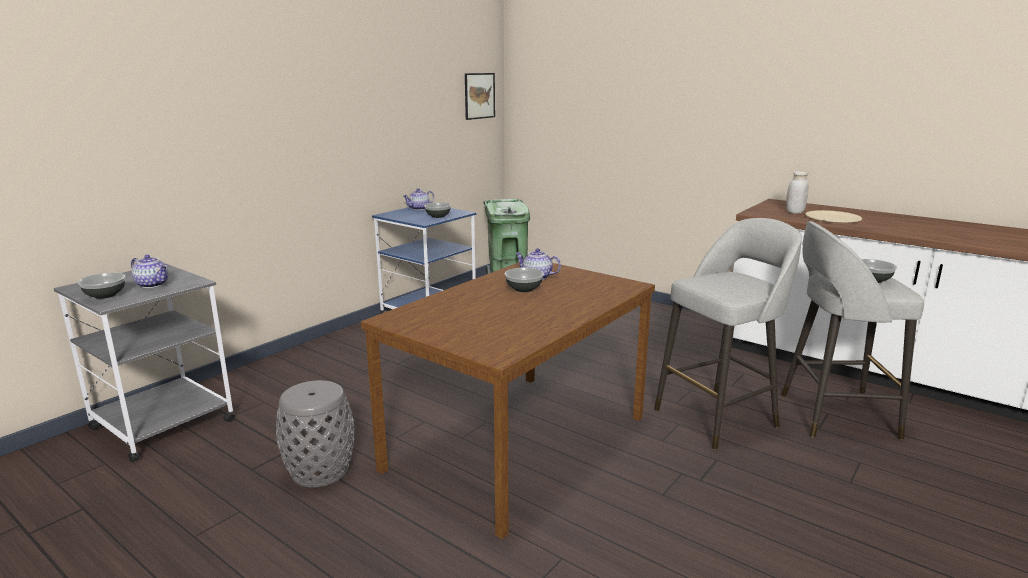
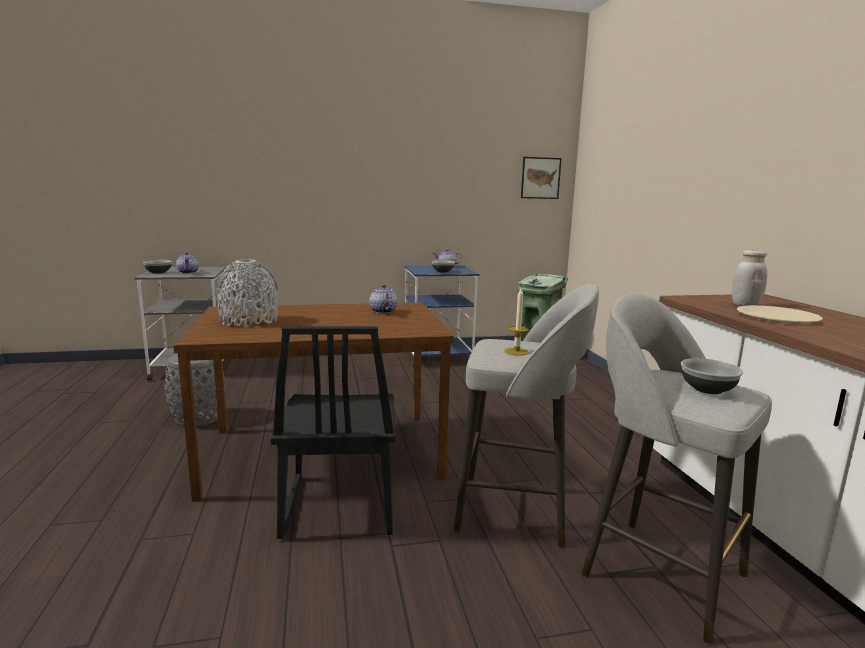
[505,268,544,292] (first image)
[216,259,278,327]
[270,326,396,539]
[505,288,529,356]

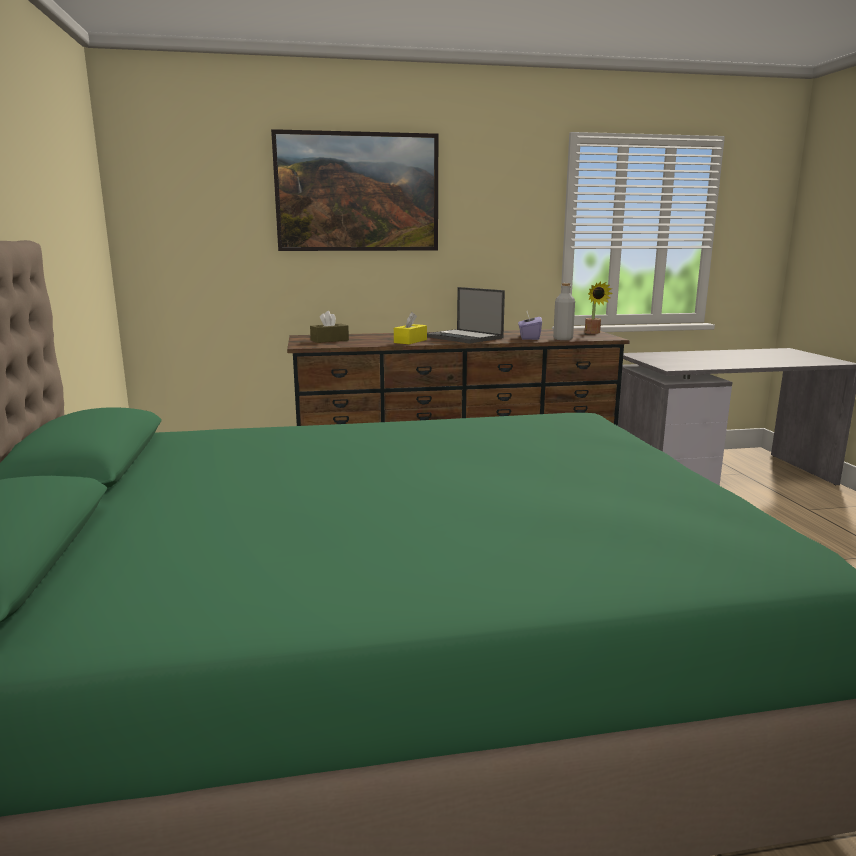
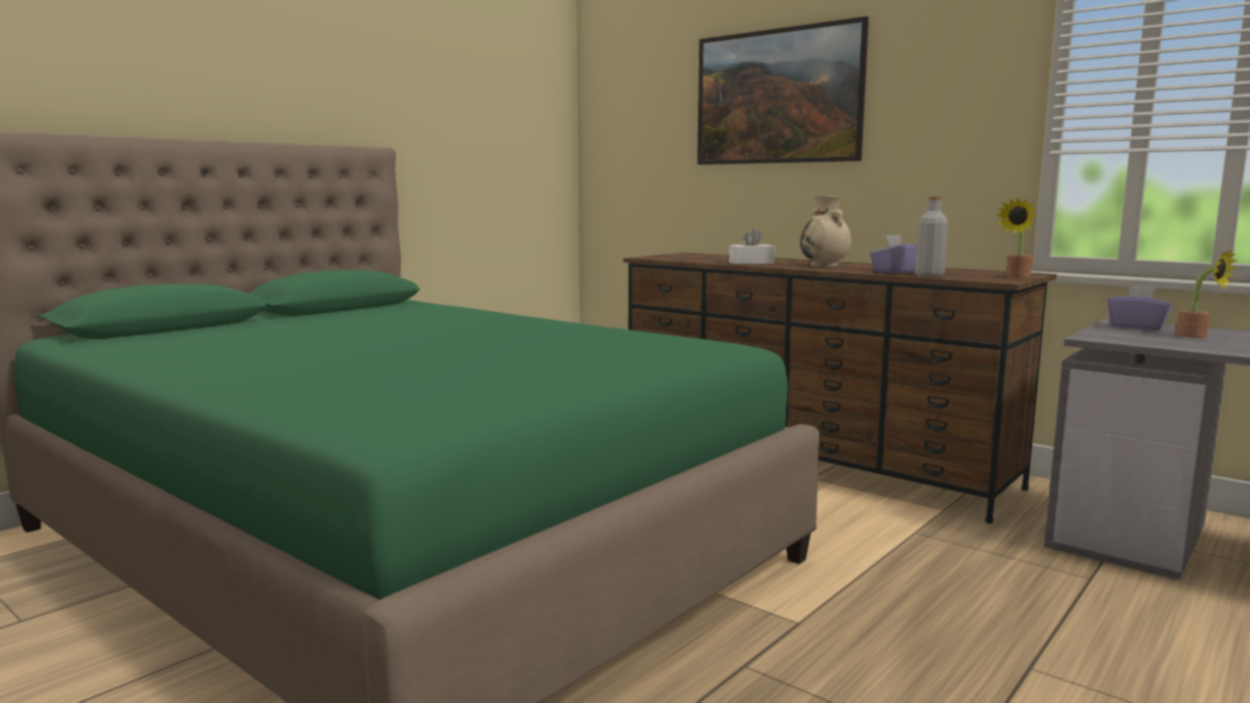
[310,311,349,343] (first image)
[1107,285,1172,330]
[1176,249,1237,338]
[800,196,851,267]
[729,228,775,264]

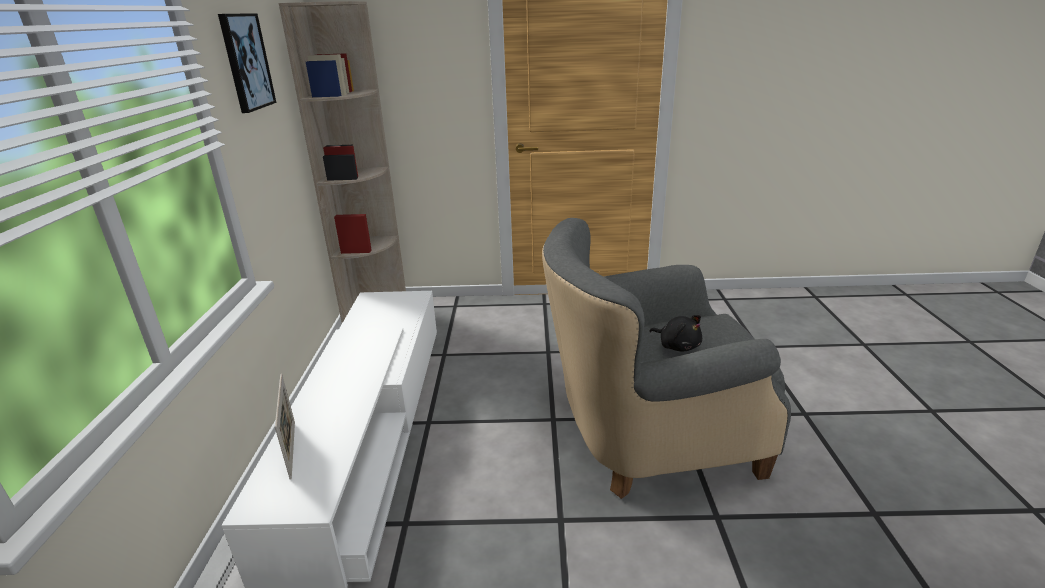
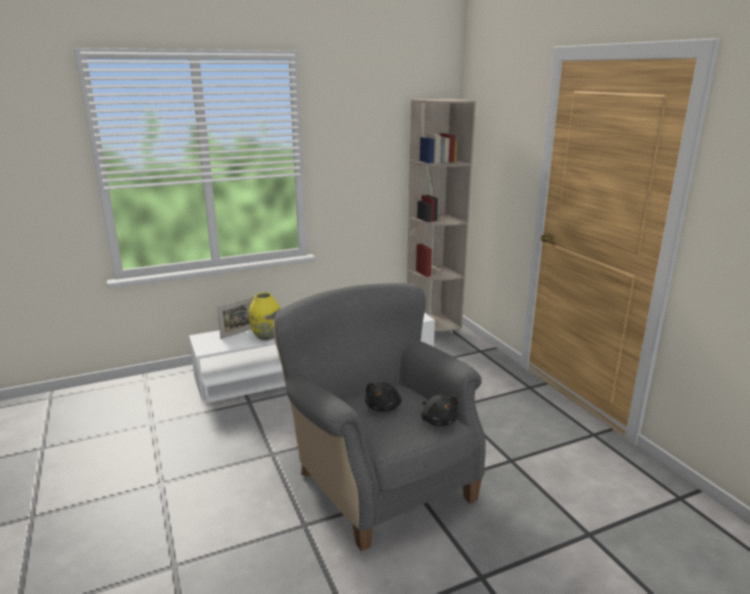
[218,13,276,113] (first image)
[249,292,280,340]
[421,395,459,426]

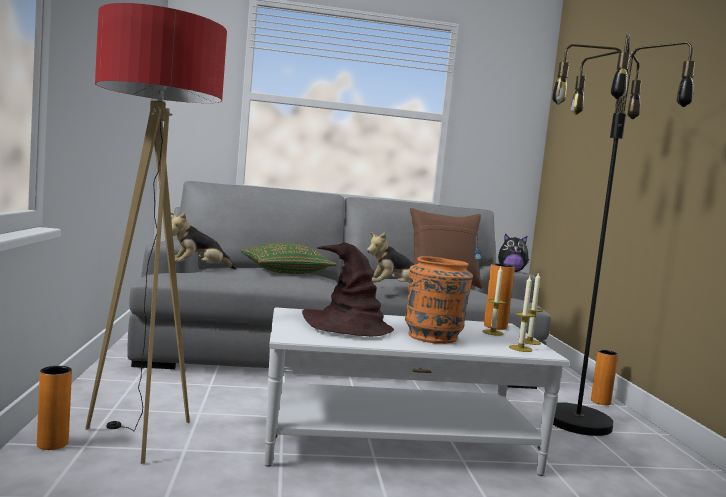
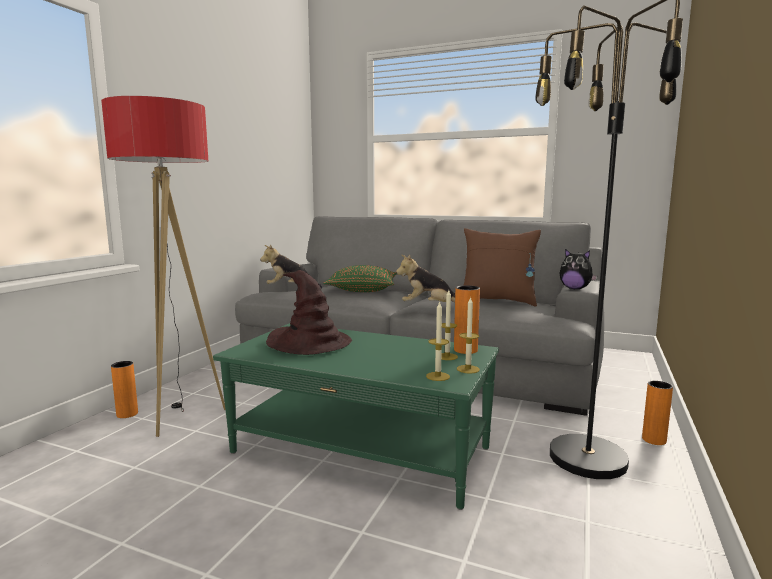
[405,256,473,344] (first image)
[213,323,499,510]

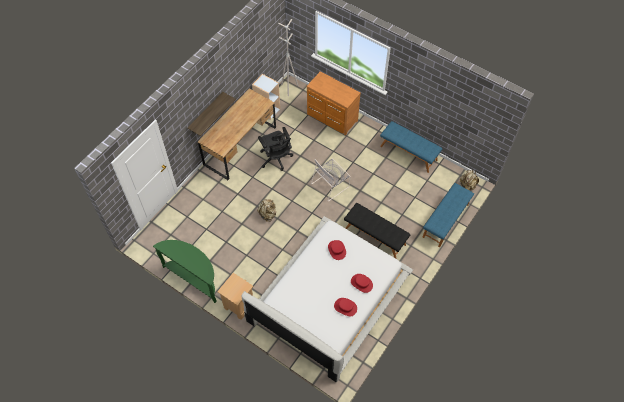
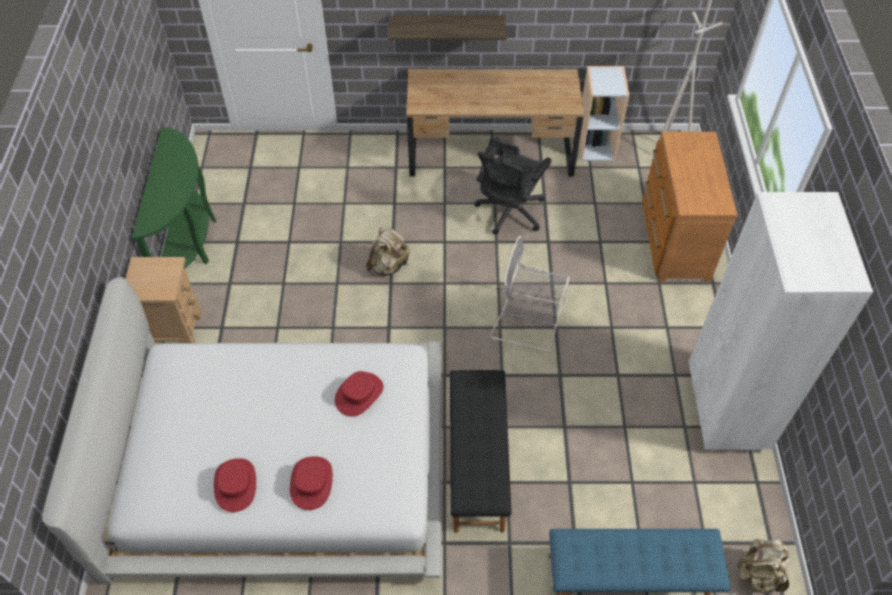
[689,192,873,451]

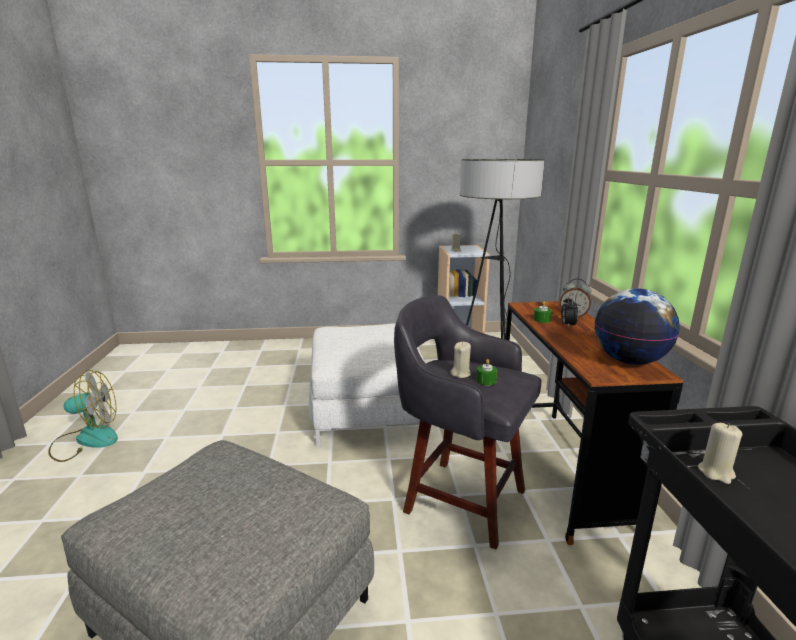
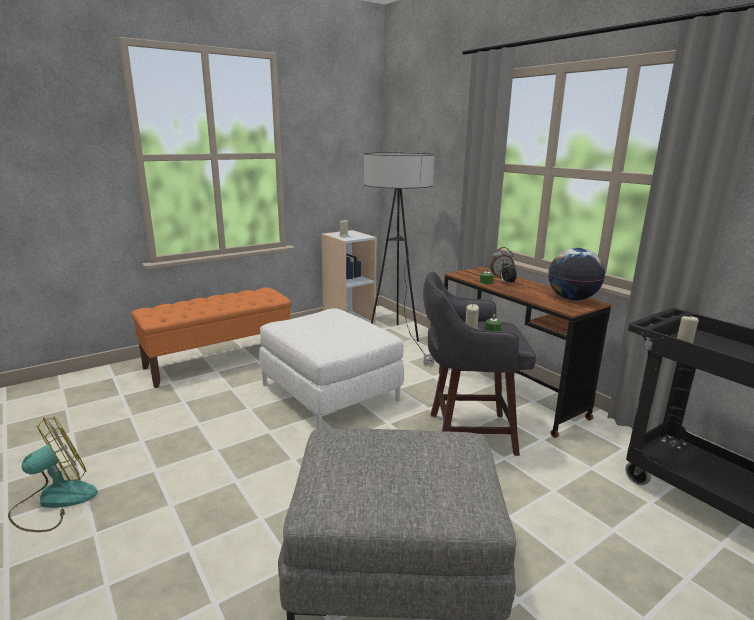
[131,288,291,388]

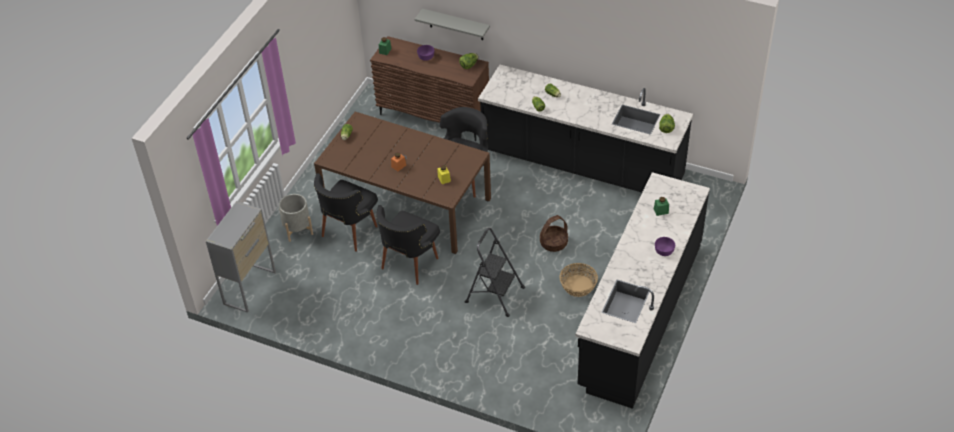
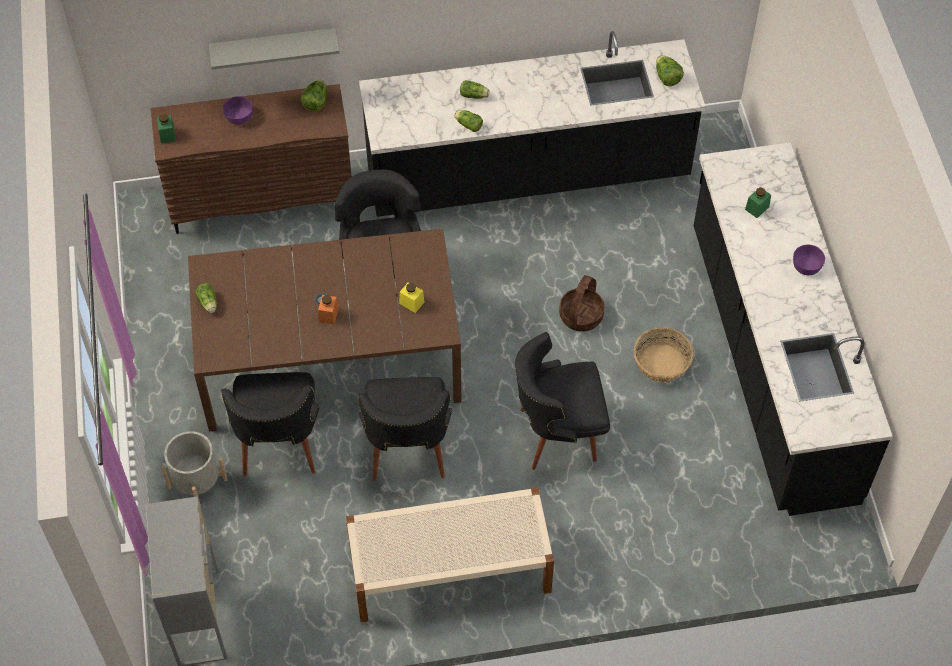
[346,487,554,622]
[515,332,610,470]

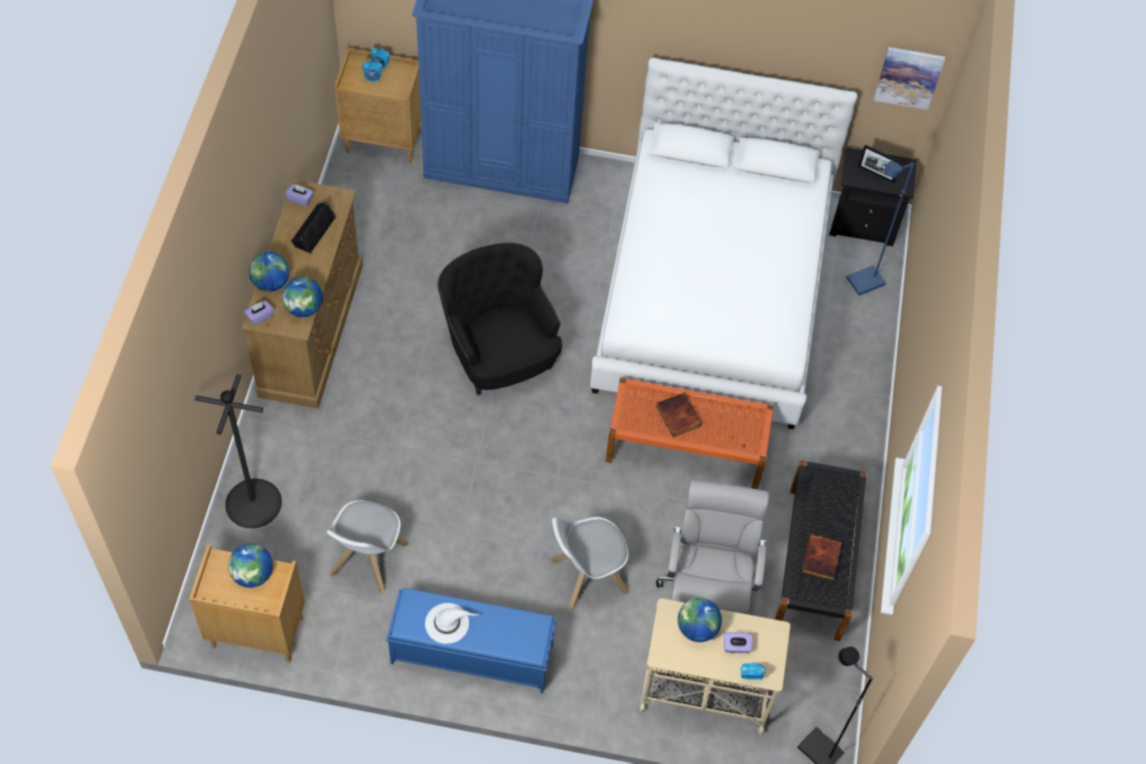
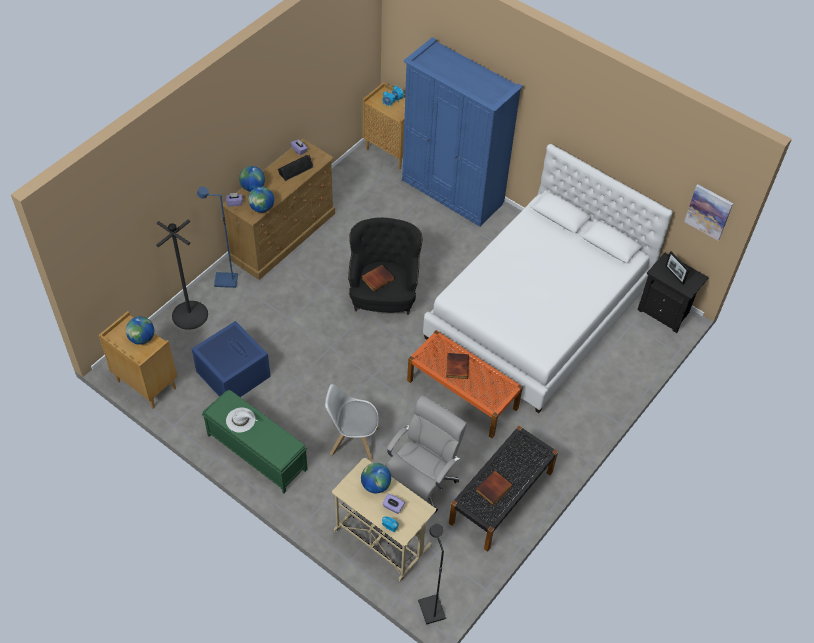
[362,265,394,292]
[197,187,238,288]
[192,321,271,397]
[202,390,308,494]

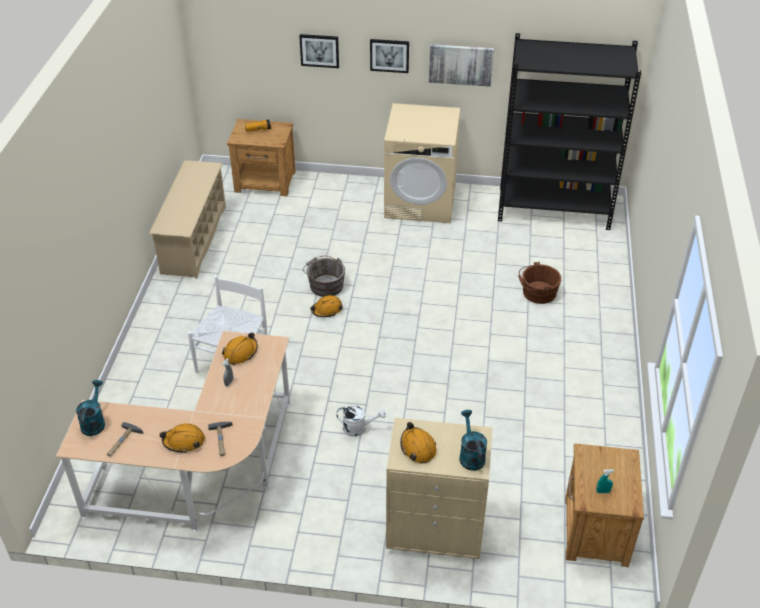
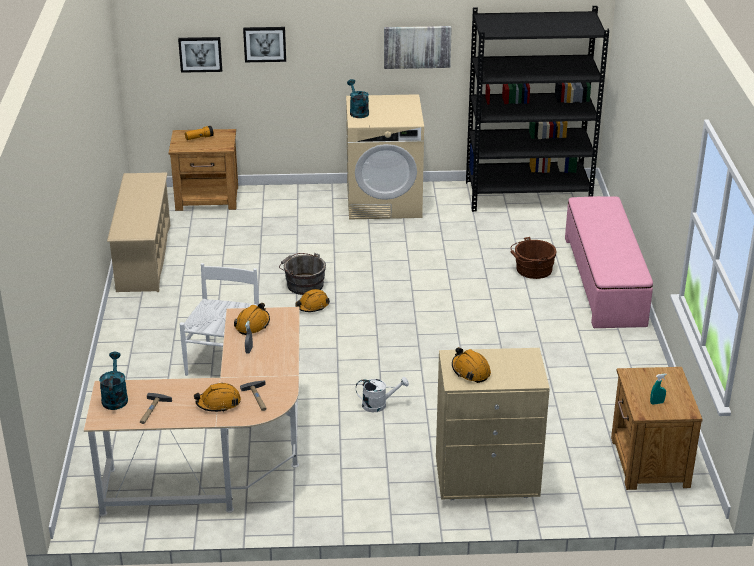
[565,196,653,328]
[178,37,222,73]
[347,79,369,118]

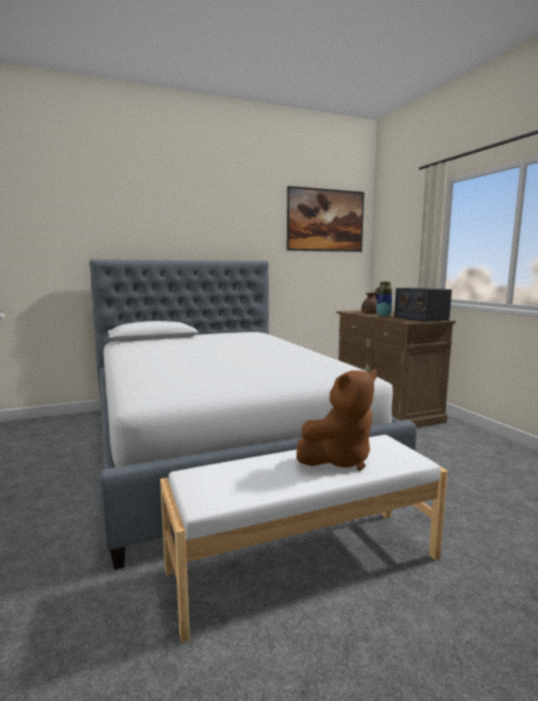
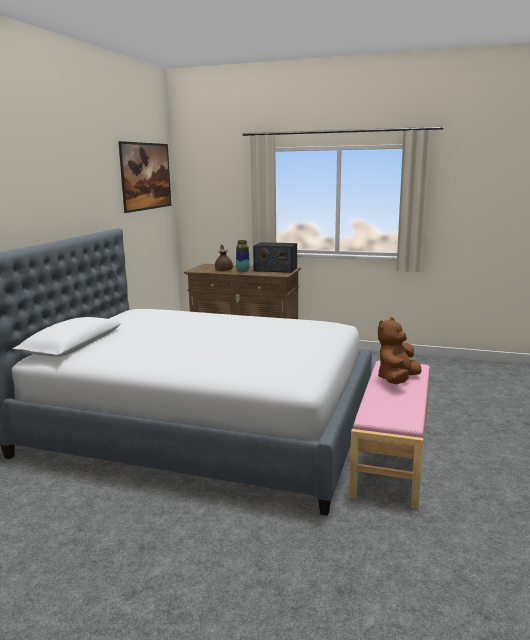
[349,360,430,509]
[378,317,422,384]

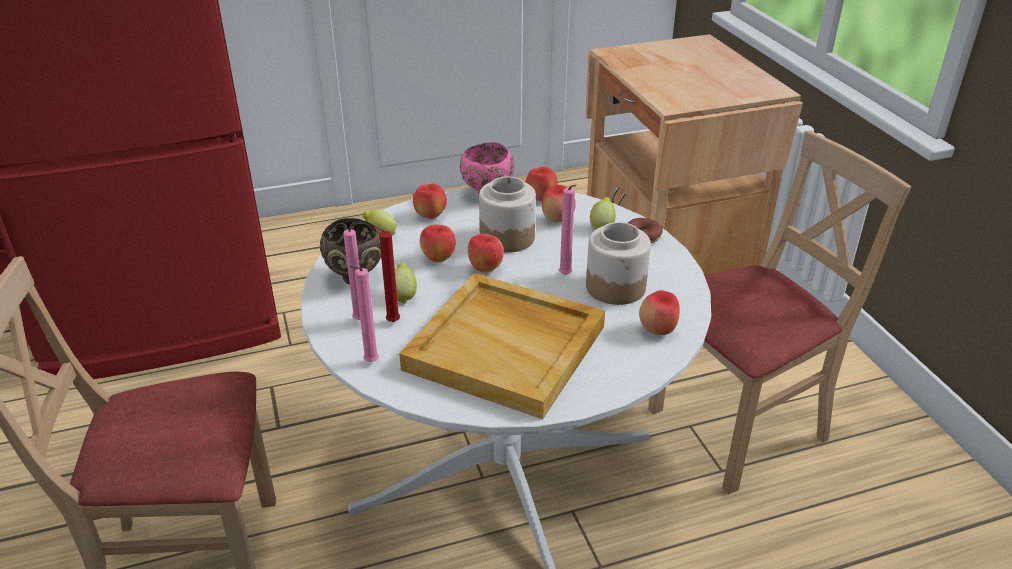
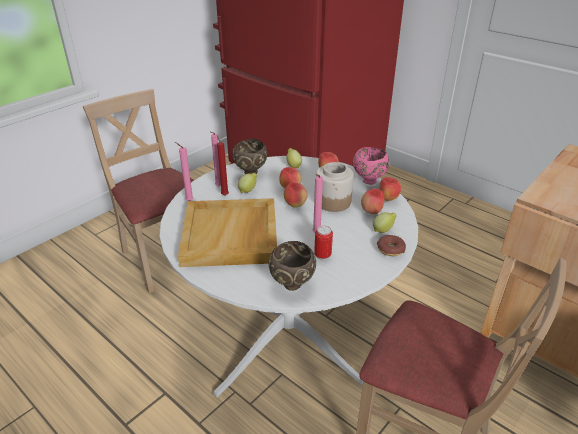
[314,226,333,260]
[269,241,316,291]

